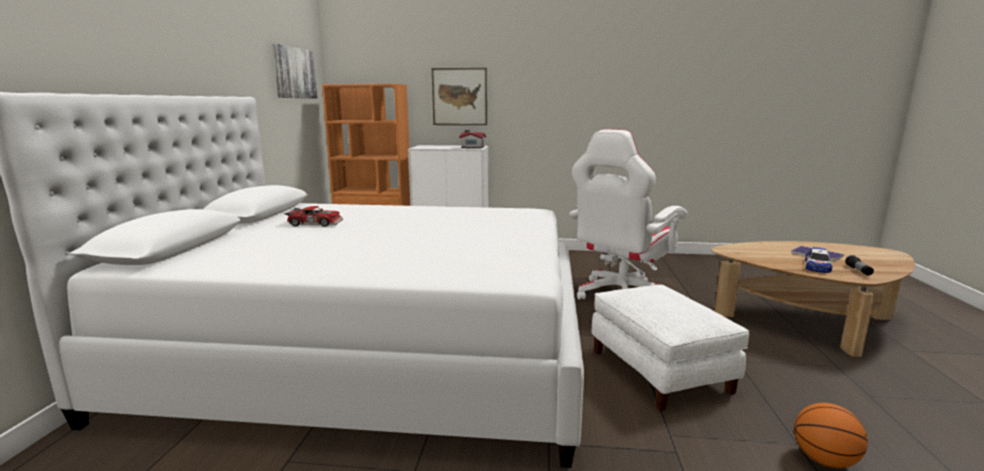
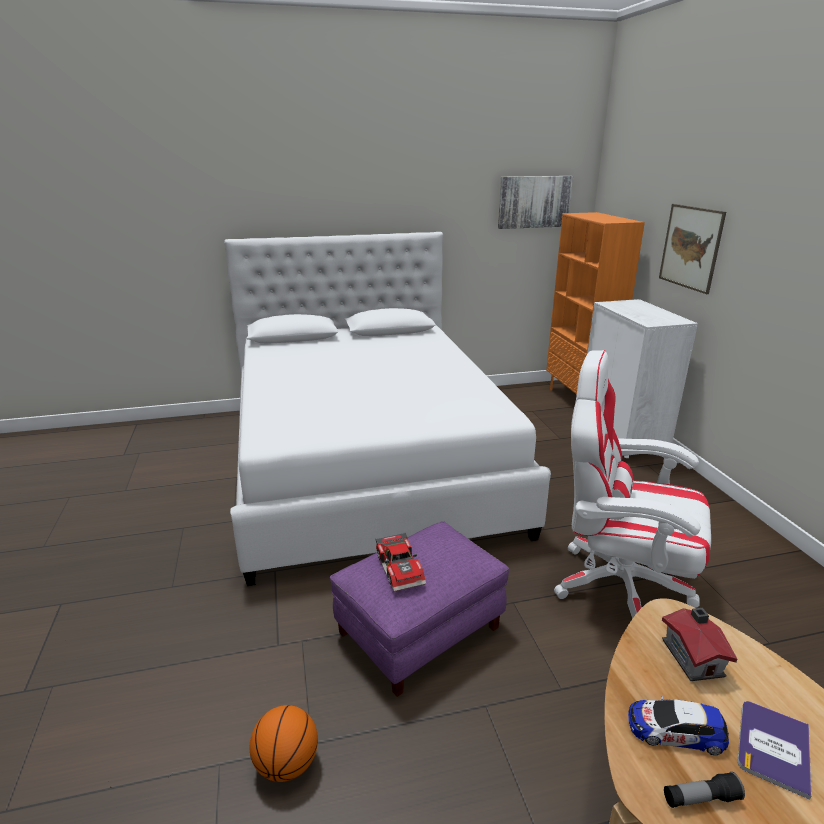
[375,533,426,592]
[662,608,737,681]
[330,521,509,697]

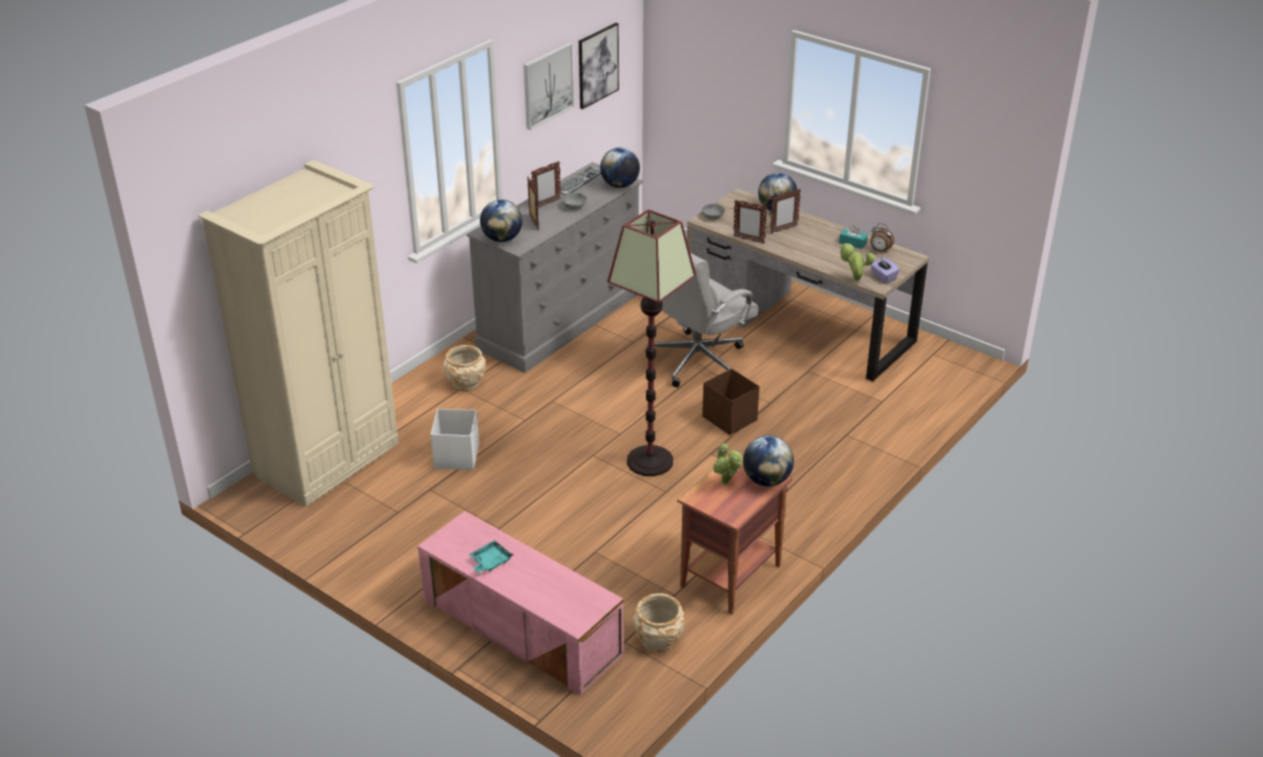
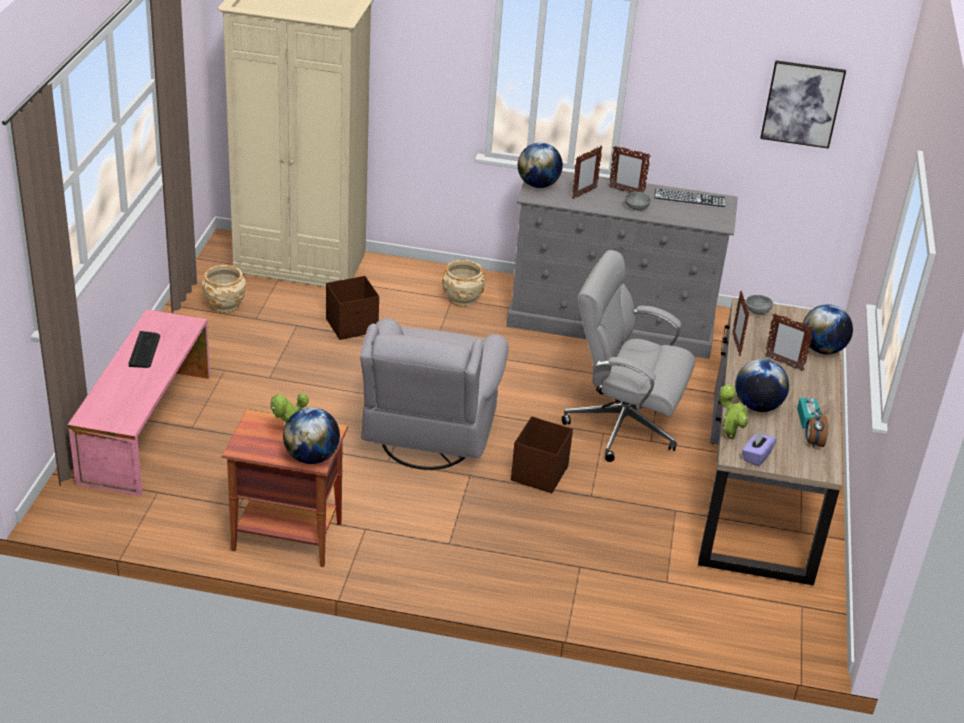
[524,43,574,130] (first image)
[735,359,789,412]
[202,265,246,313]
[129,331,160,368]
[360,318,509,470]
[326,276,379,340]

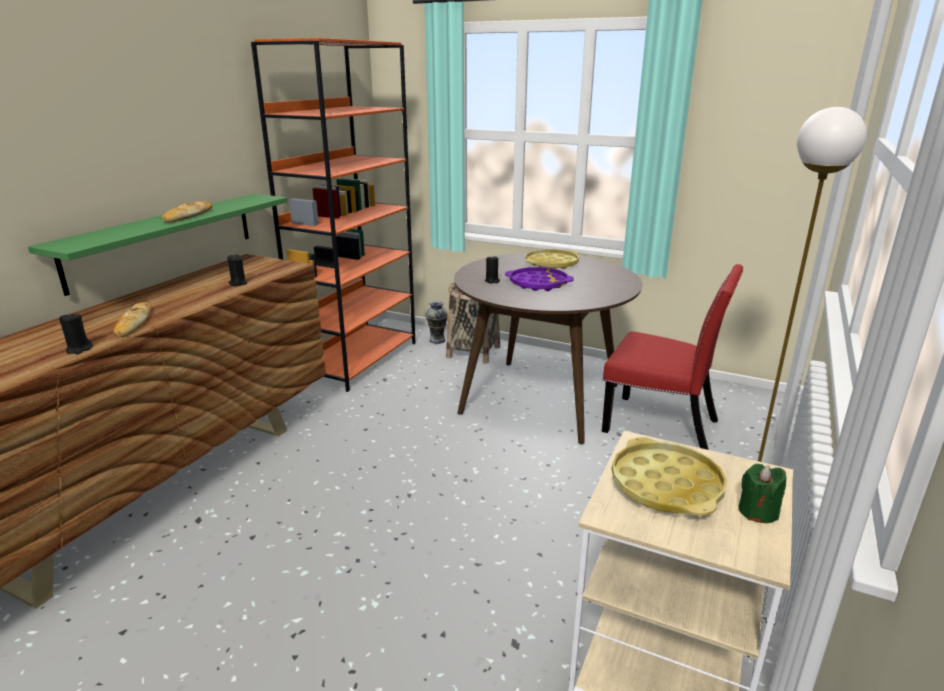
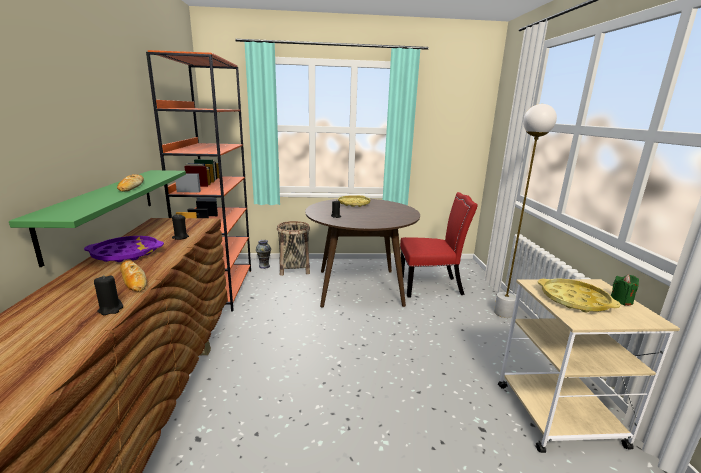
[84,236,164,262]

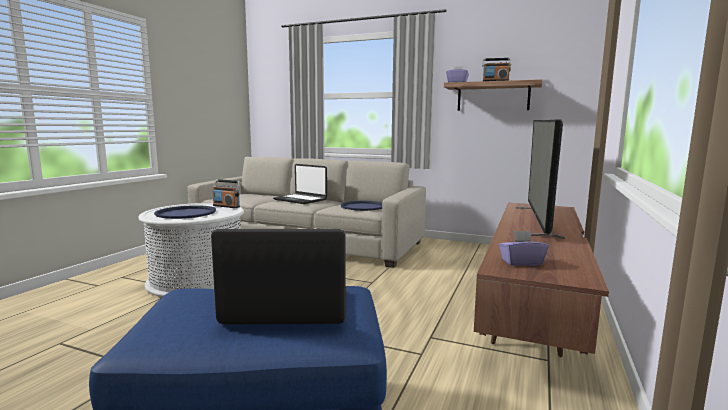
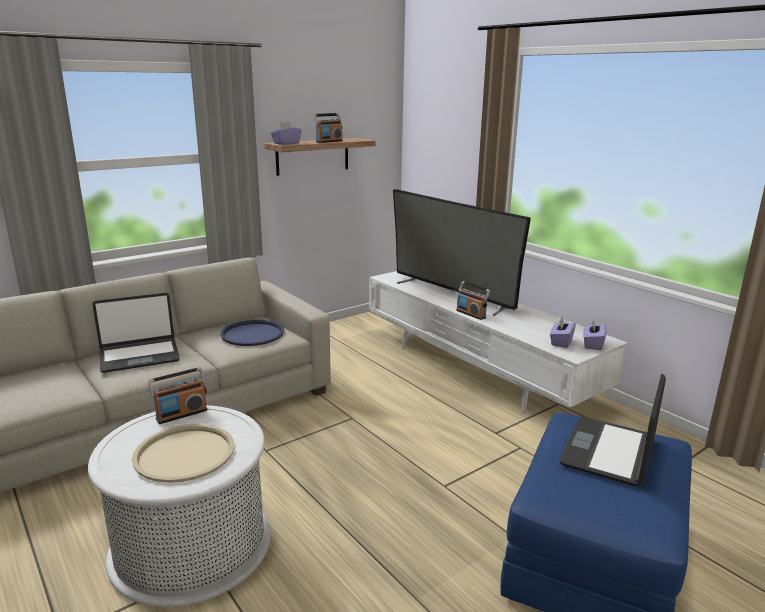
[456,281,491,320]
[583,319,607,350]
[132,424,235,483]
[369,271,628,413]

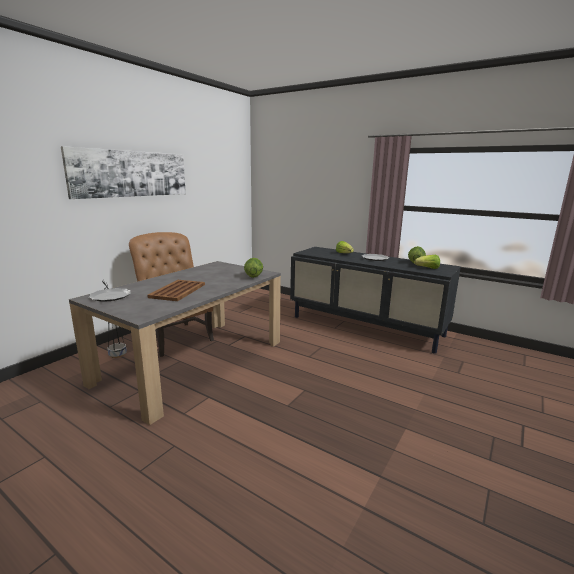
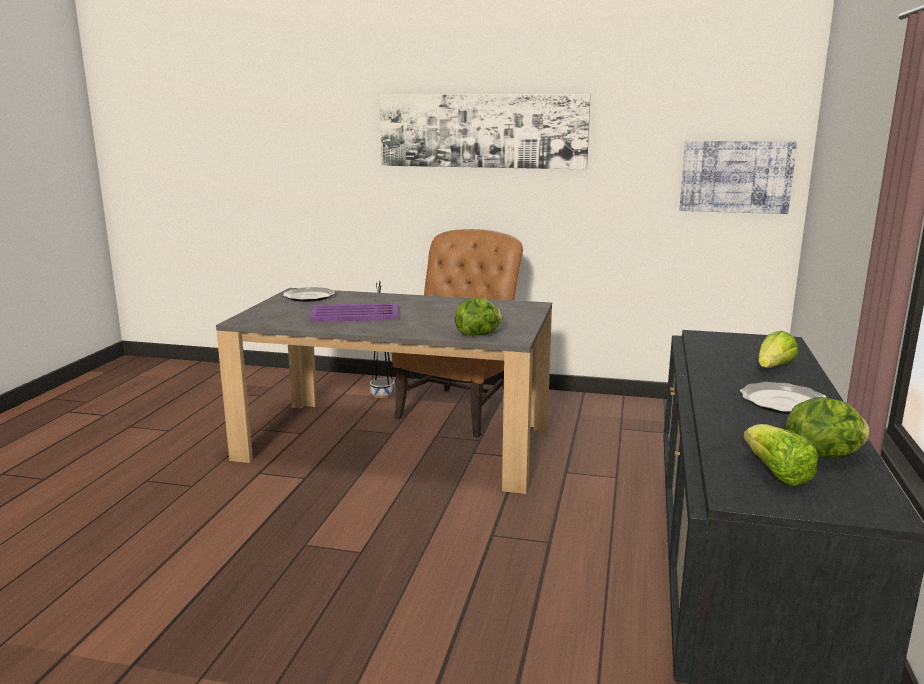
[680,141,797,214]
[310,303,398,322]

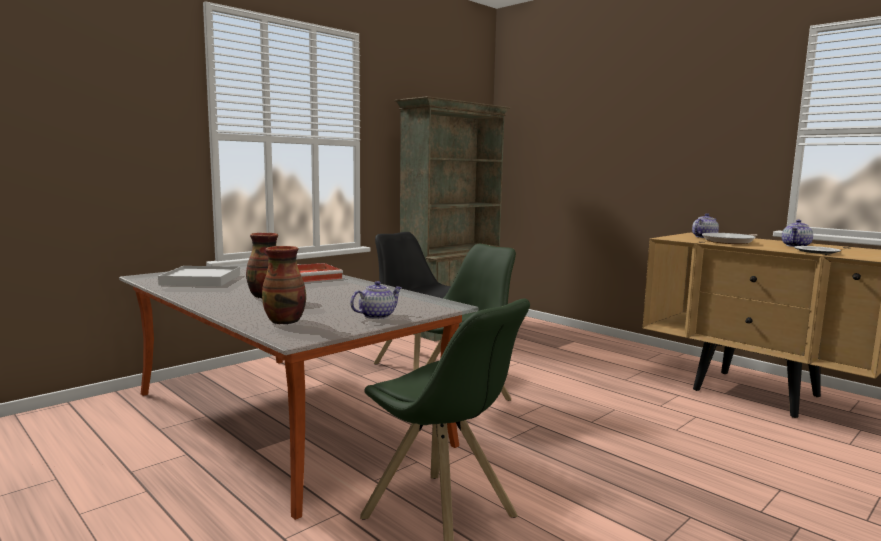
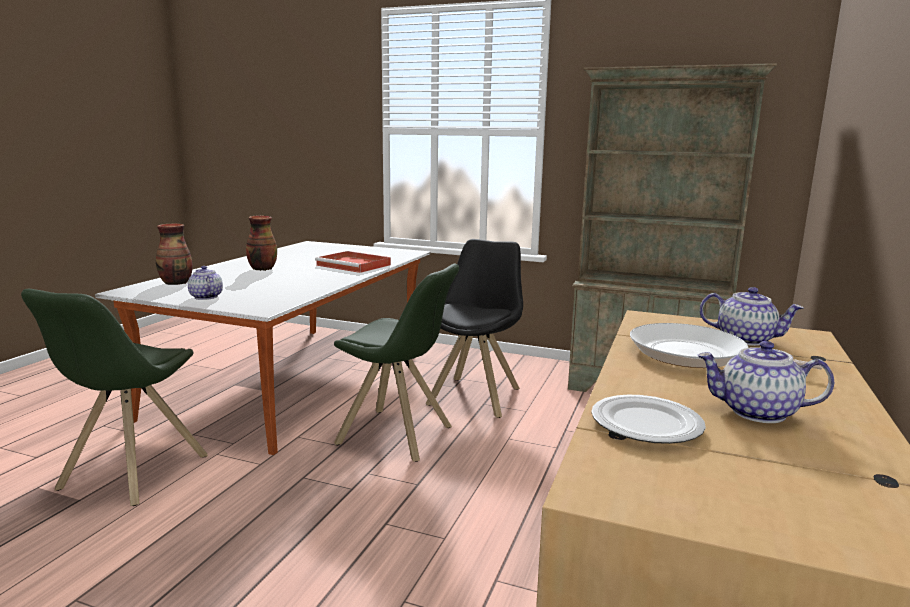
[158,266,240,286] (first image)
[188,266,223,300]

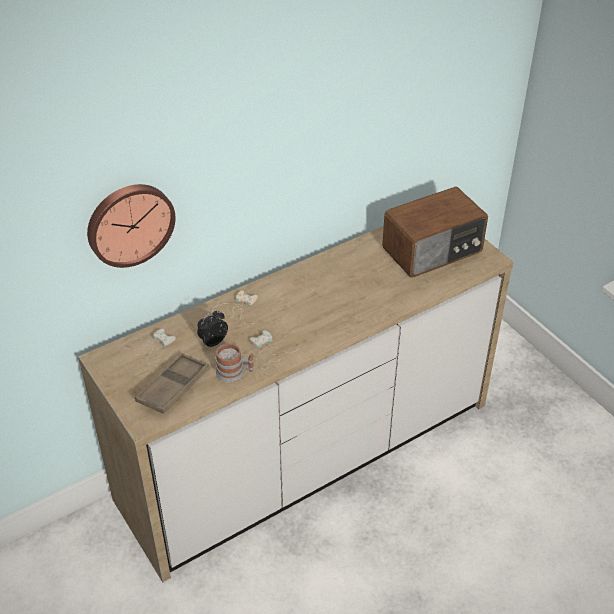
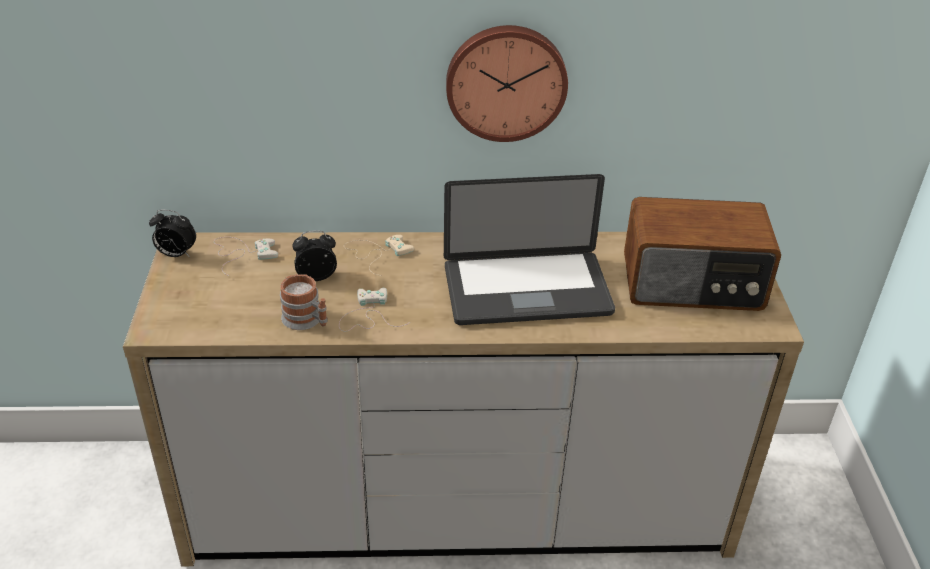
[135,353,209,414] (first image)
[149,210,196,257]
[444,174,615,325]
[446,25,568,142]

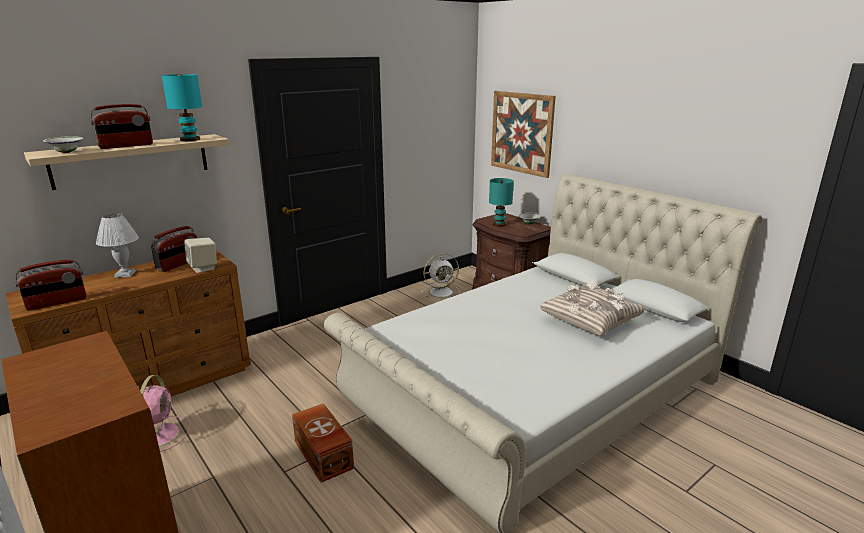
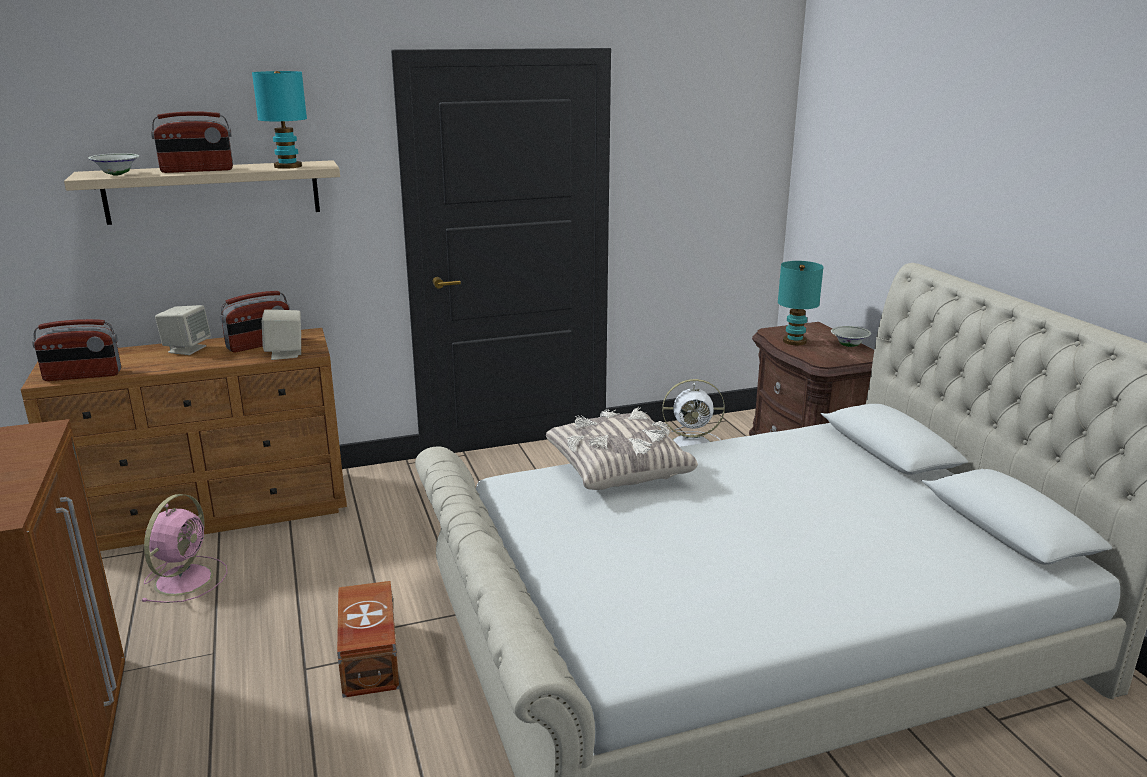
[491,91,556,178] (first image)
[546,407,698,490]
[155,305,211,355]

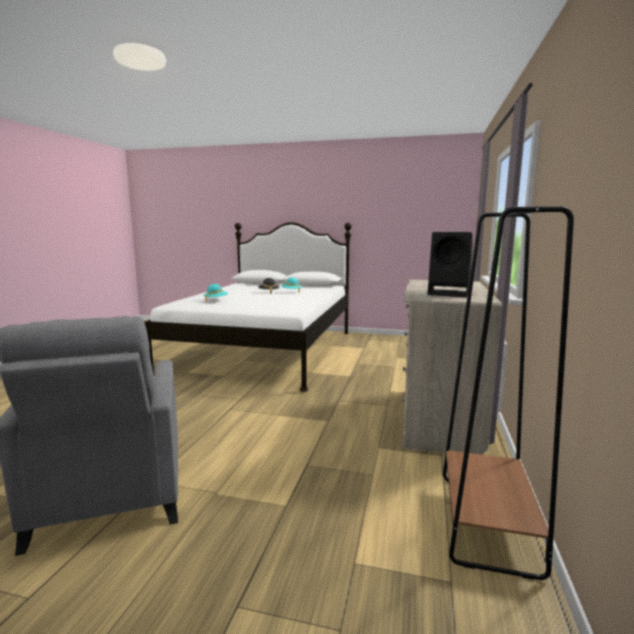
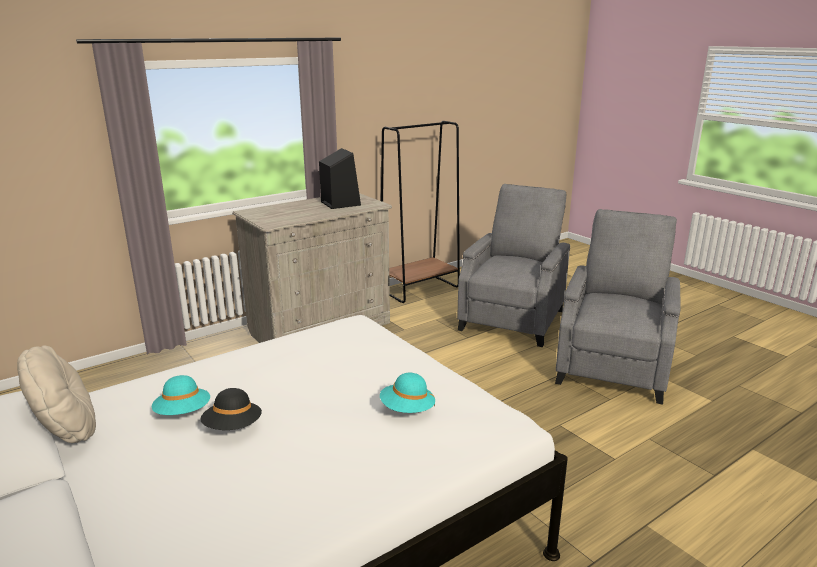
[17,345,96,443]
[457,184,570,347]

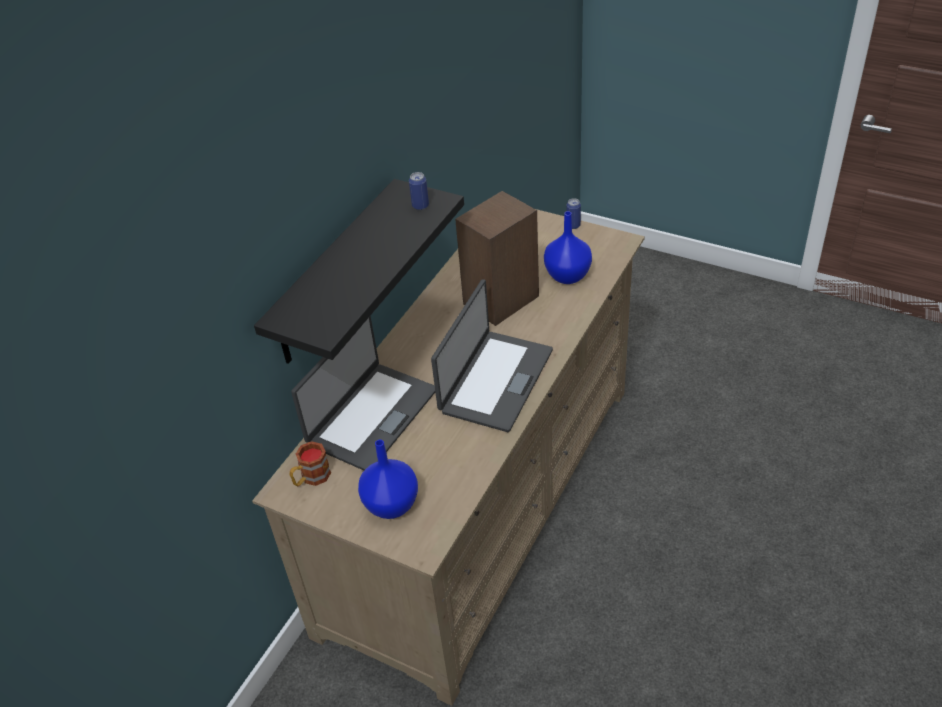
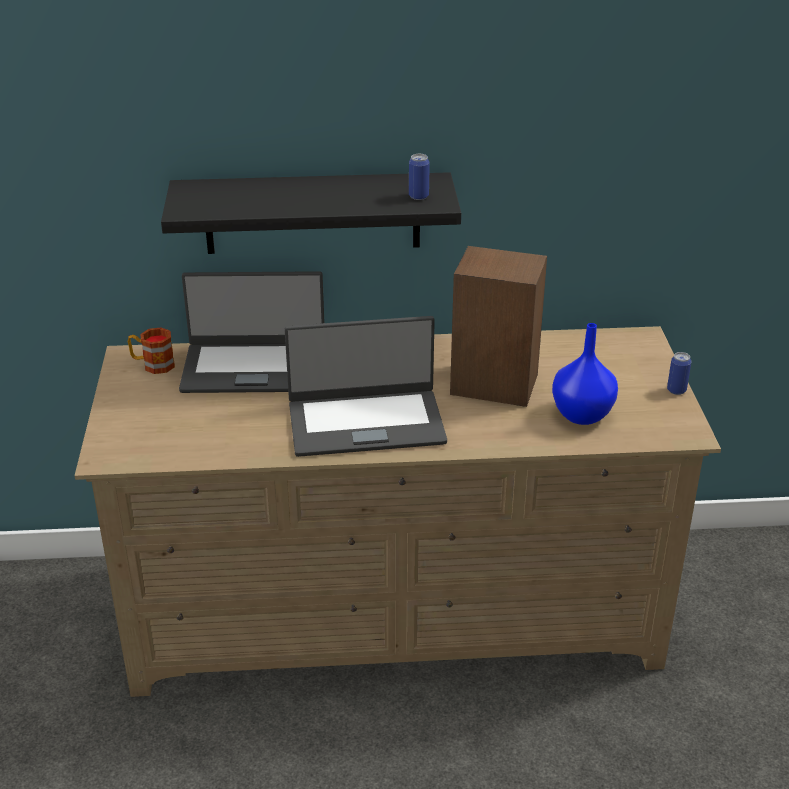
[358,440,418,519] (first image)

